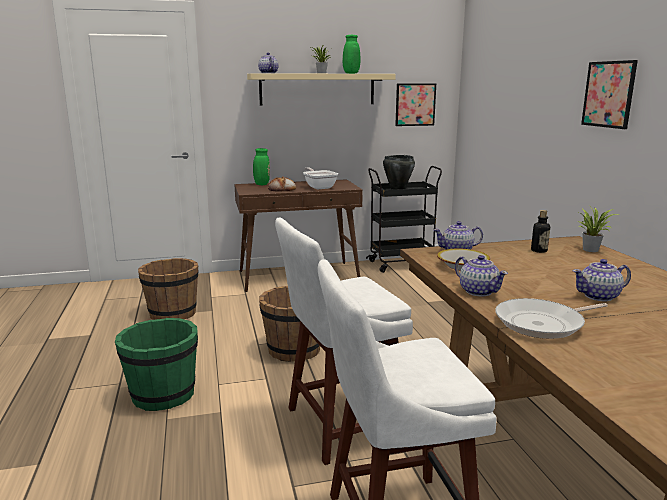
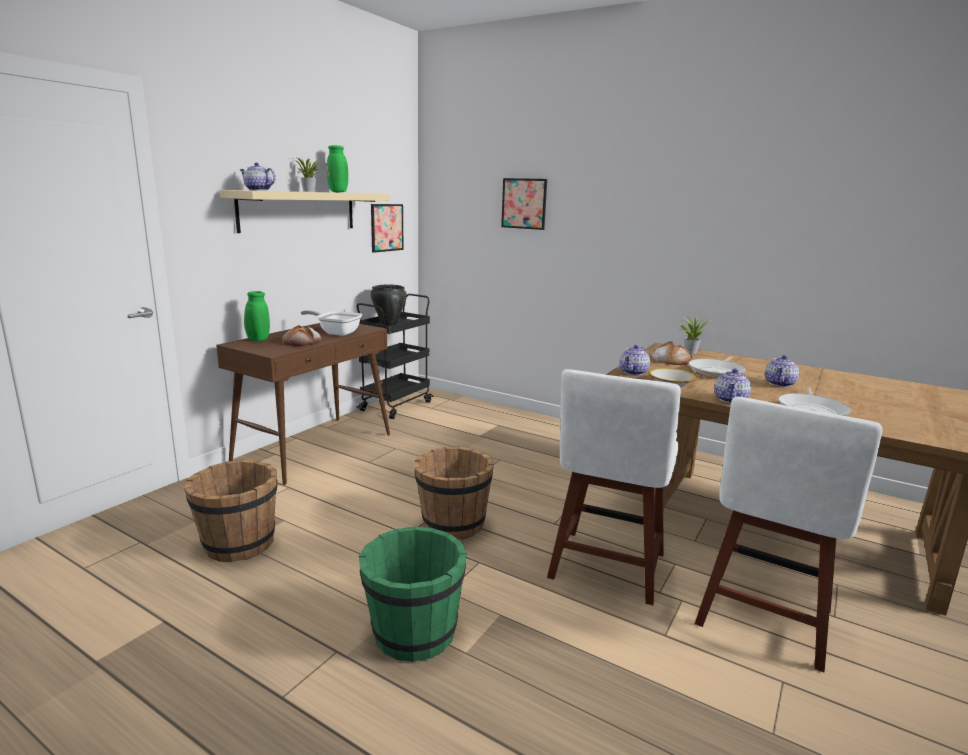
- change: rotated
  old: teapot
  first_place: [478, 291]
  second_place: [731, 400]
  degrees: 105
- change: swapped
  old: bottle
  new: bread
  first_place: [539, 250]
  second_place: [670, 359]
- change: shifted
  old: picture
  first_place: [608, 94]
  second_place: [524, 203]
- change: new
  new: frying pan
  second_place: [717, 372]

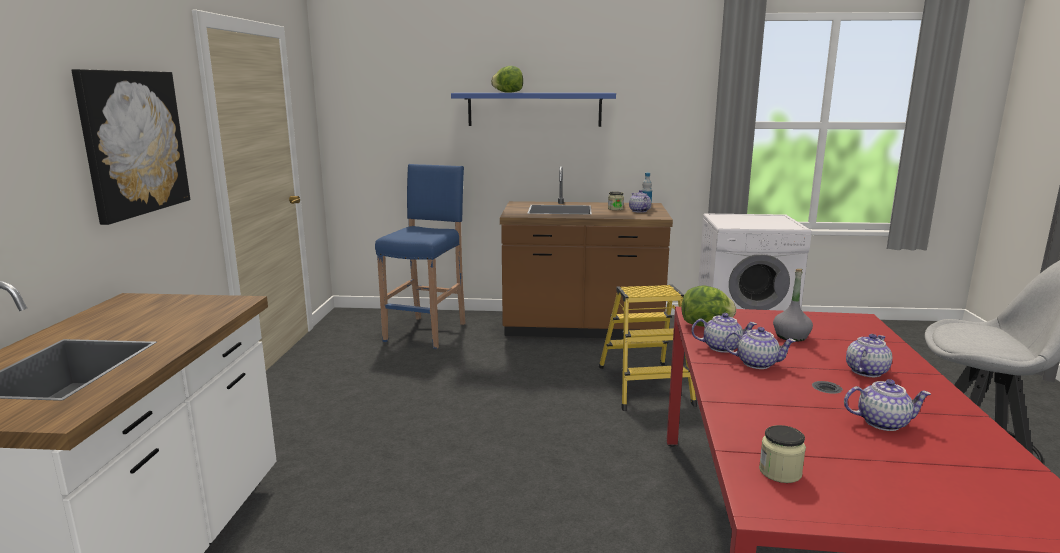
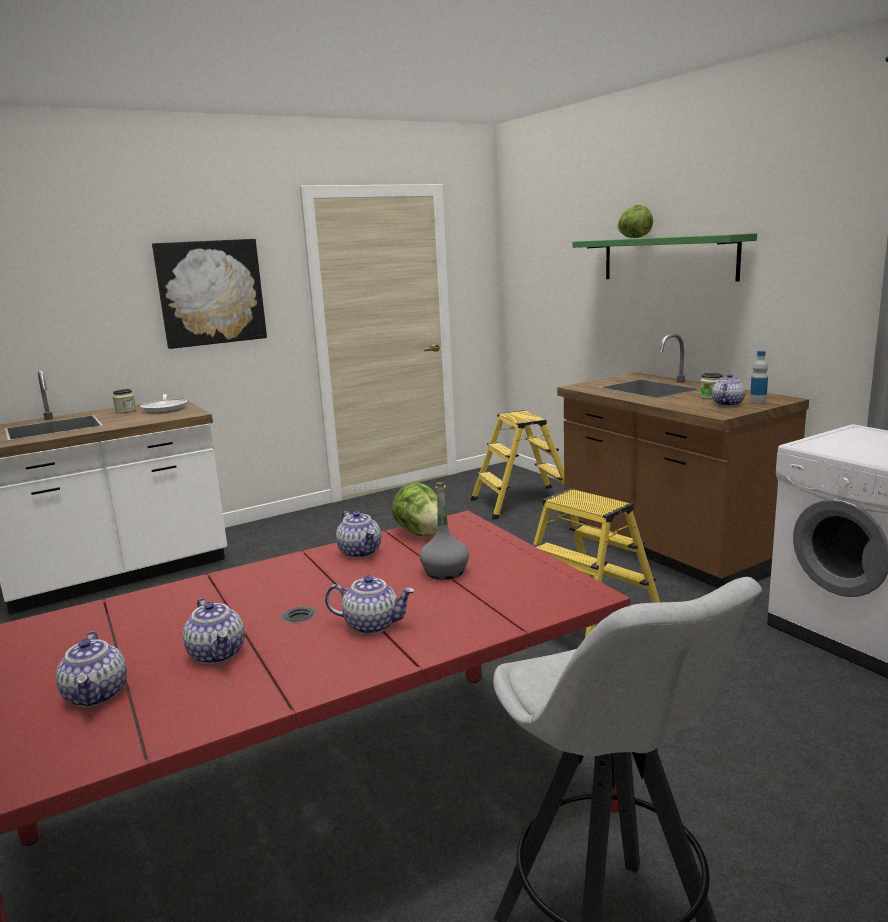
- change: swapped
  old: stool (blue)
  new: step ladder (yellow)
  first_place: [427, 331]
  second_place: [523, 502]
- change: repainted
  old: shelf (blue)
  new: shelf (green)
  first_place: [534, 109]
  second_place: [667, 258]
- change: shifted
  old: teapot
  first_place: [757, 363]
  second_place: [97, 695]
- change: shifted
  old: jar
  first_place: [780, 472]
  second_place: [125, 411]
- change: new
  new: frying pan
  second_place: [165, 408]

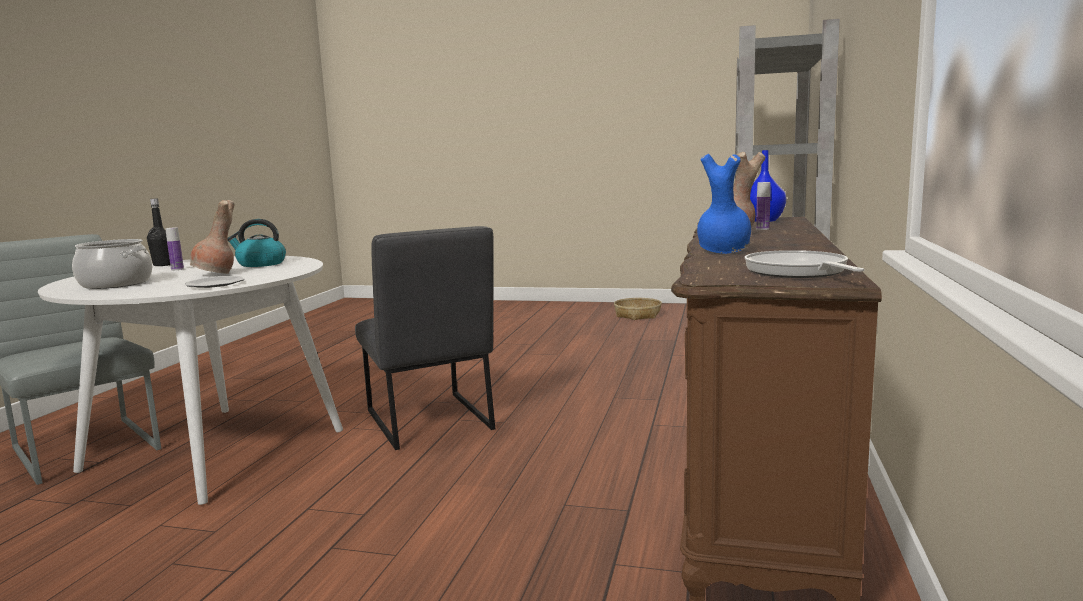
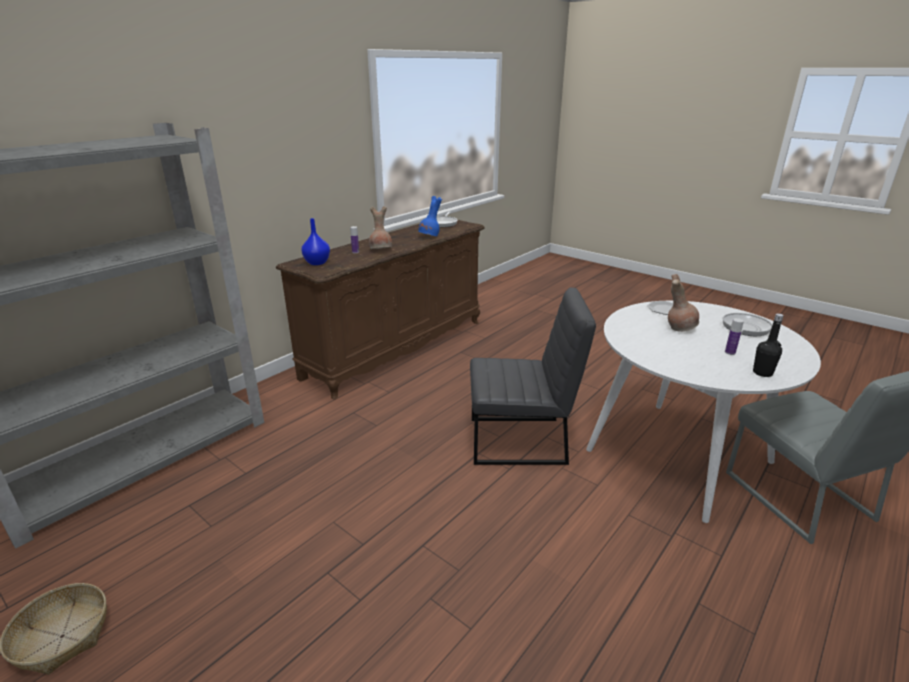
- change: swapped
  old: cooking pot
  new: frying pan
  first_place: [116, 284]
  second_place: [744, 329]
- change: gone
  old: kettle
  first_place: [260, 264]
- change: rotated
  old: chair (grey)
  first_place: [429, 421]
  second_place: [521, 441]
  degrees: 90

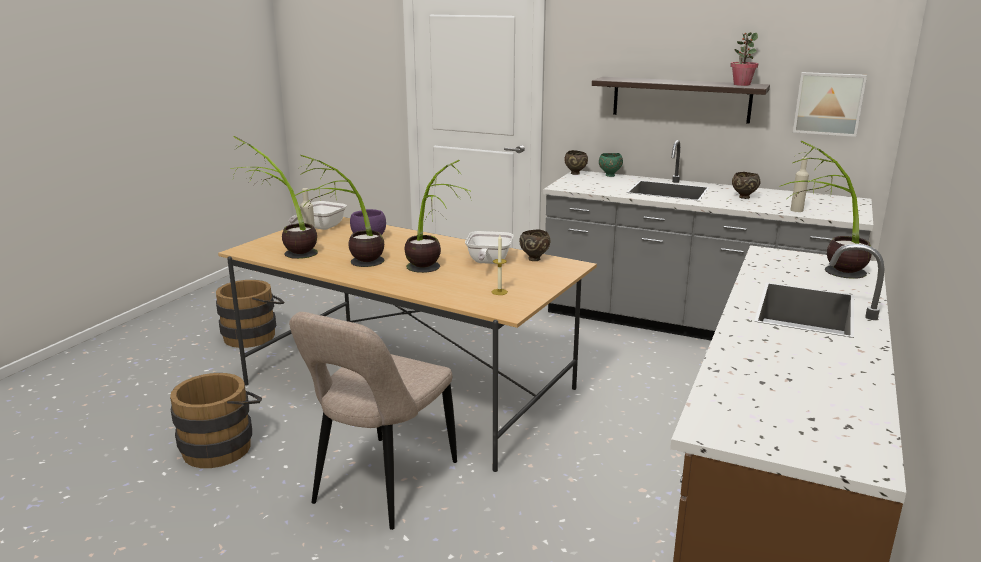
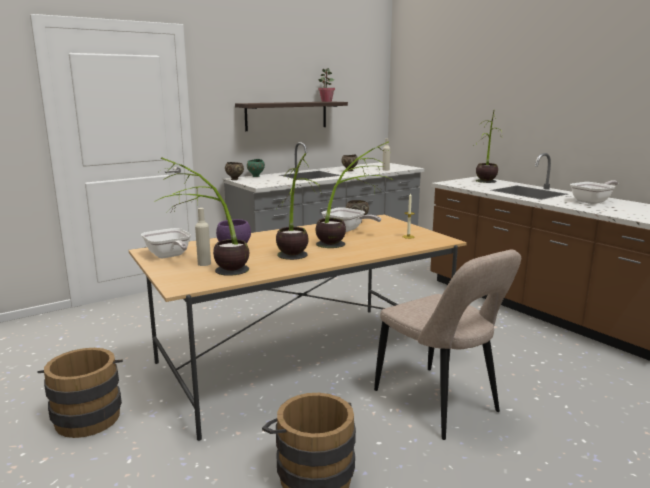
- change: gone
  old: picture
  first_place: [829, 103]
- change: new
  new: frying pan
  second_place: [593, 201]

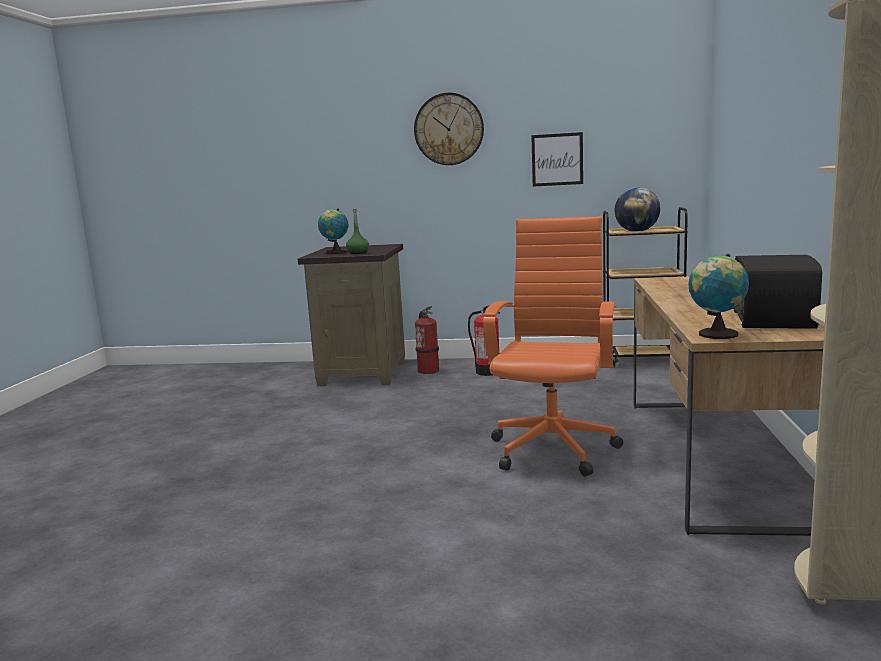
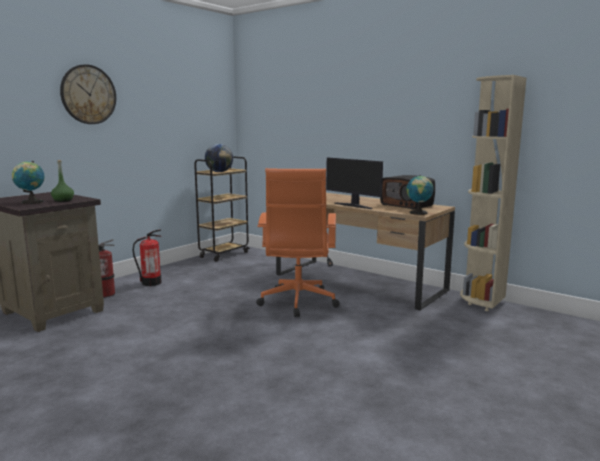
- change: rotated
  old: office chair (orange)
  first_place: [554, 448]
  second_place: [298, 303]
  degrees: -135
- change: gone
  old: picture
  first_place: [557, 159]
- change: new
  new: monitor
  second_place: [353, 206]

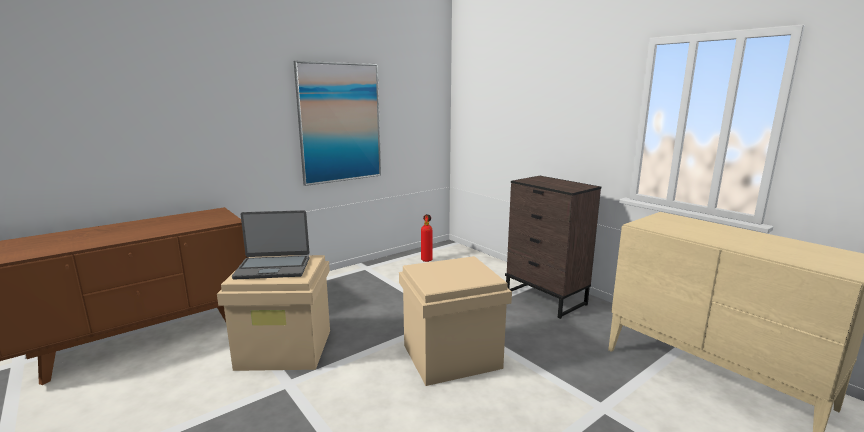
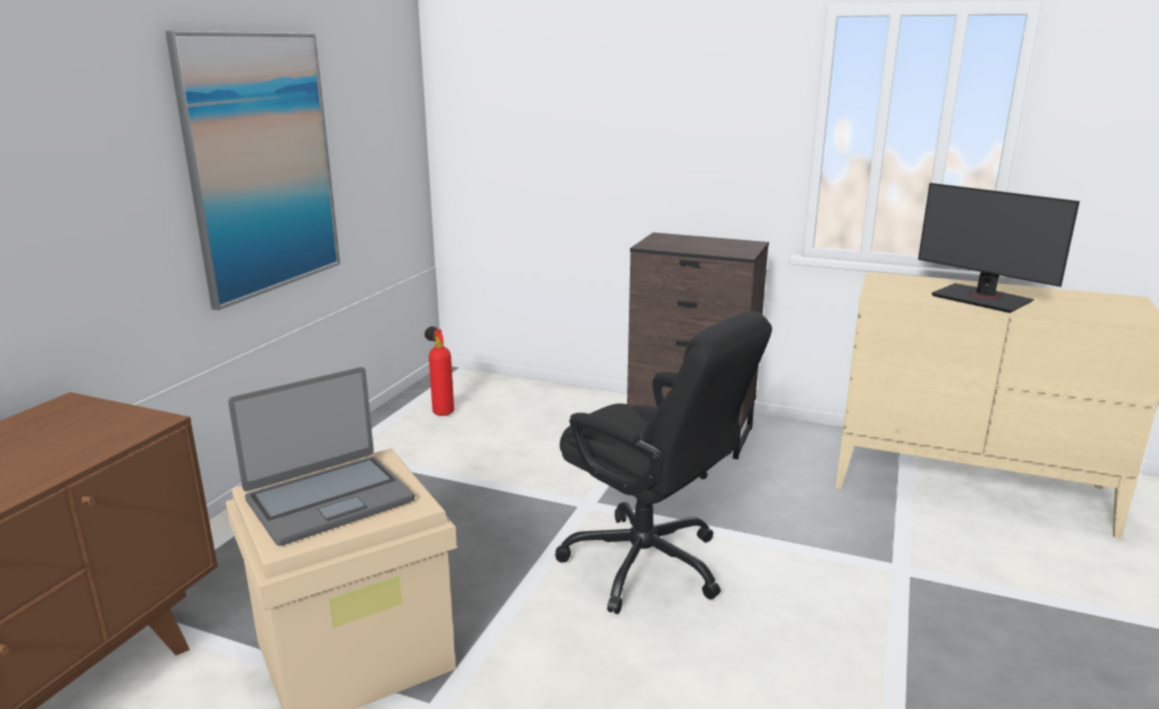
- change: swapped
  old: storage box (beige)
  new: office chair (black)
  first_place: [450, 357]
  second_place: [651, 567]
- change: new
  new: monitor
  second_place: [982, 298]

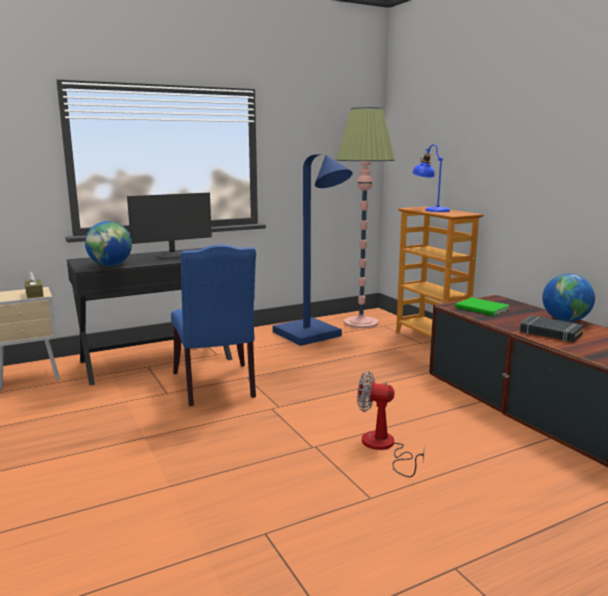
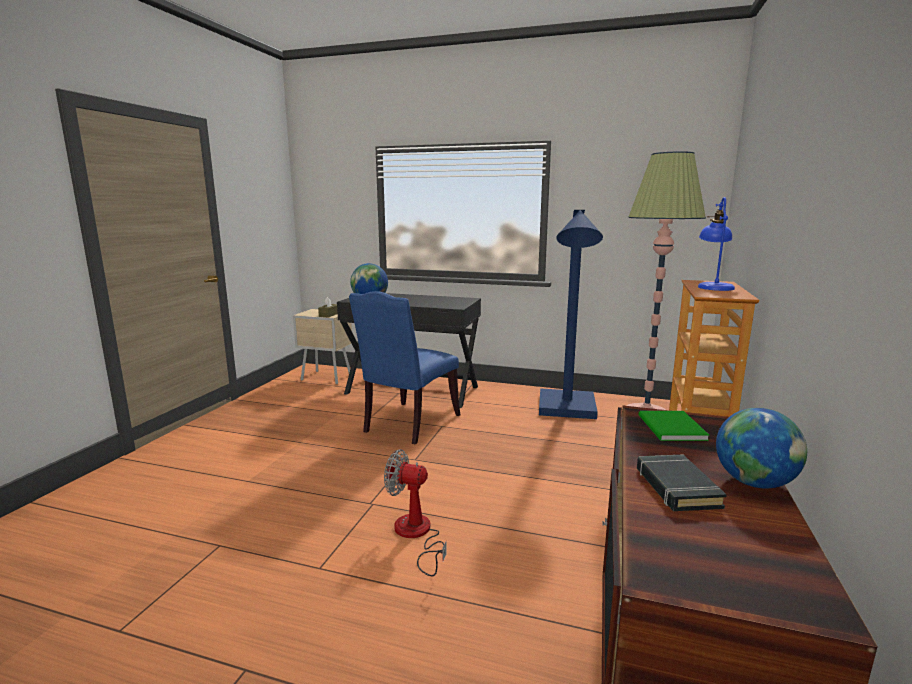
- change: gone
  old: monitor
  first_place: [172, 256]
- change: rotated
  old: fan
  first_place: [384, 447]
  second_place: [416, 535]
  degrees: -45

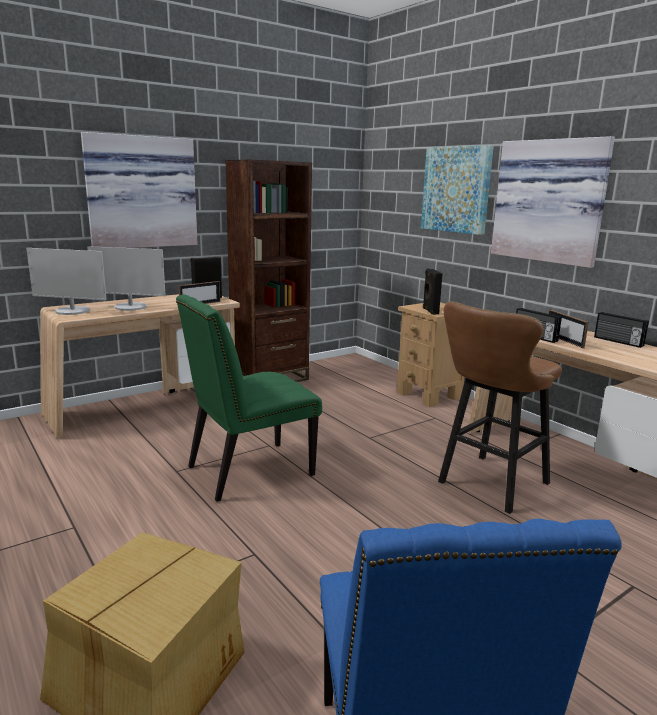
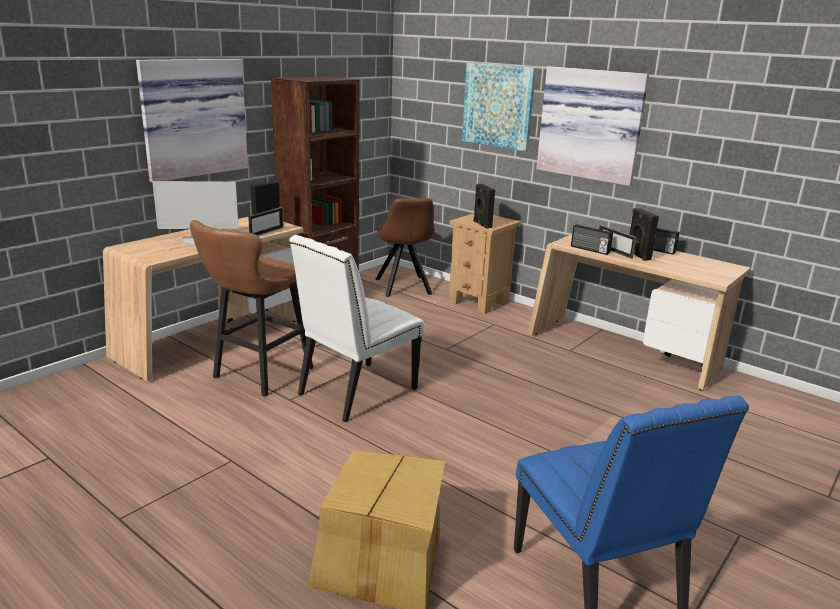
- change: gone
  old: monitor
  first_place: [72, 311]
- change: repainted
  old: chair (green)
  new: chair (white)
  first_place: [251, 470]
  second_place: [358, 391]
- change: shifted
  old: stool (brown)
  first_place: [487, 487]
  second_place: [255, 377]
- change: new
  new: chair (brown)
  second_place: [403, 287]
- change: new
  new: speaker (black)
  second_place: [637, 255]

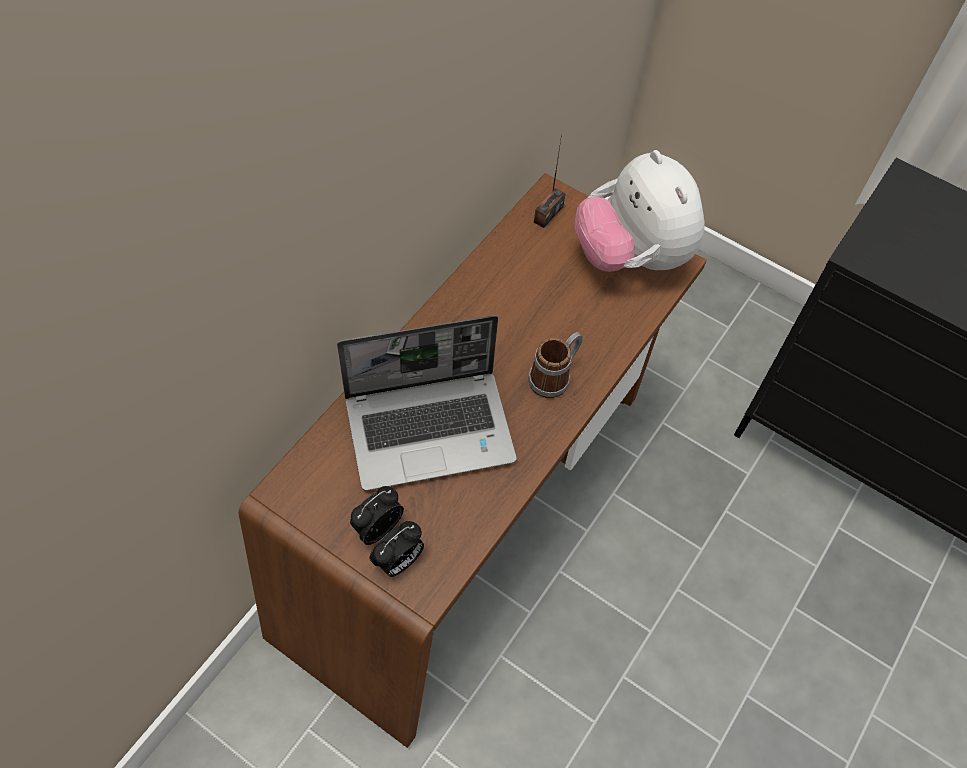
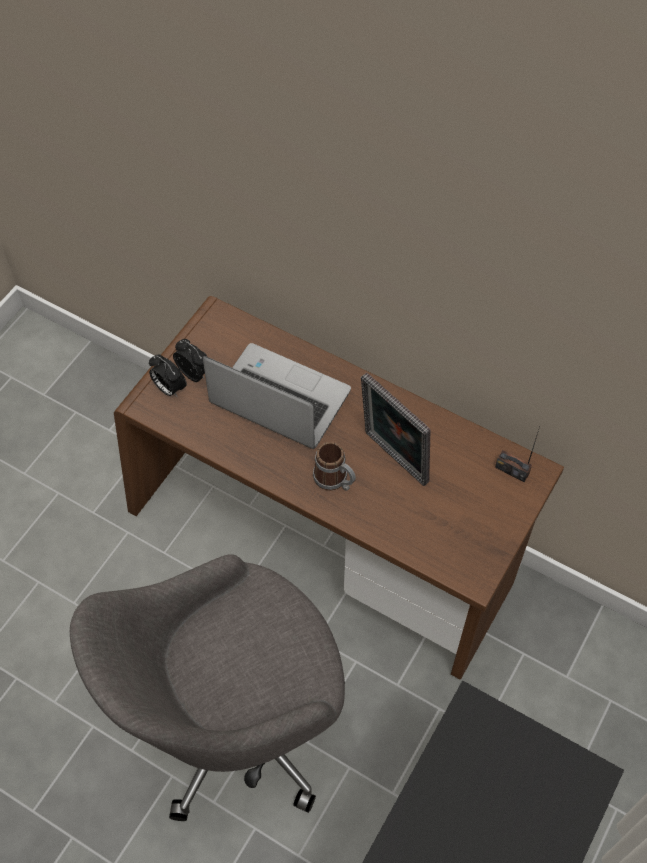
- change: rotated
  old: laptop
  first_place: [431, 429]
  second_place: [278, 399]
  degrees: 135
- change: gone
  old: plush toy
  first_place: [631, 256]
- change: new
  new: office chair (grey)
  second_place: [236, 726]
- change: new
  new: picture frame
  second_place: [392, 460]

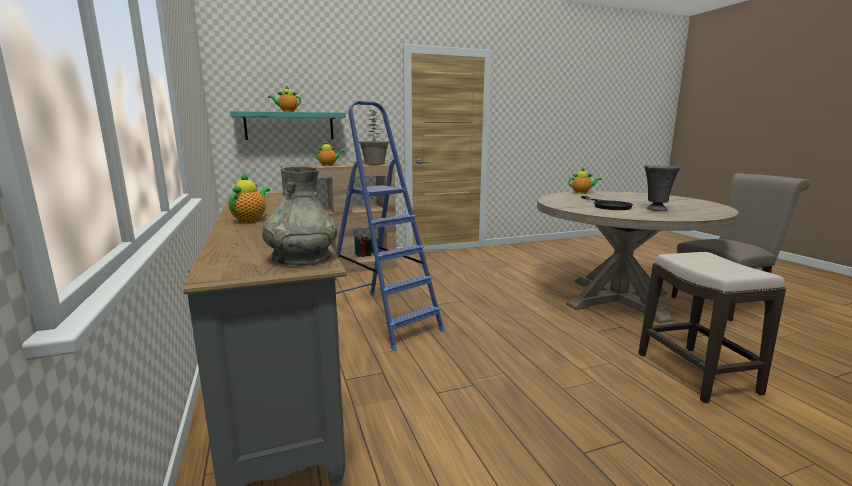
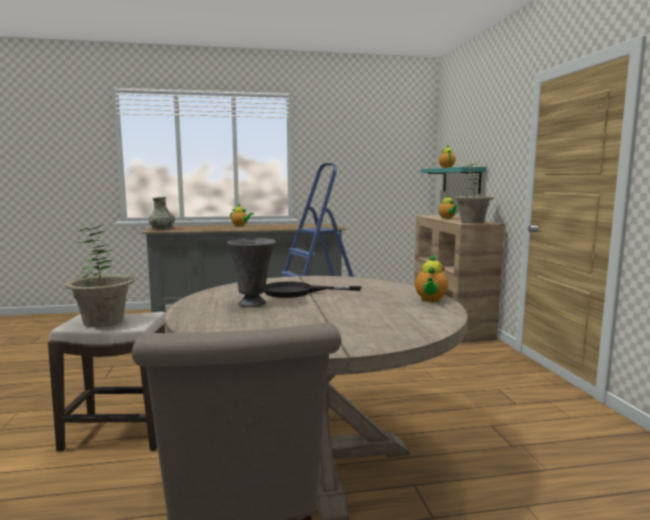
- change: new
  new: potted plant
  second_place: [103, 321]

